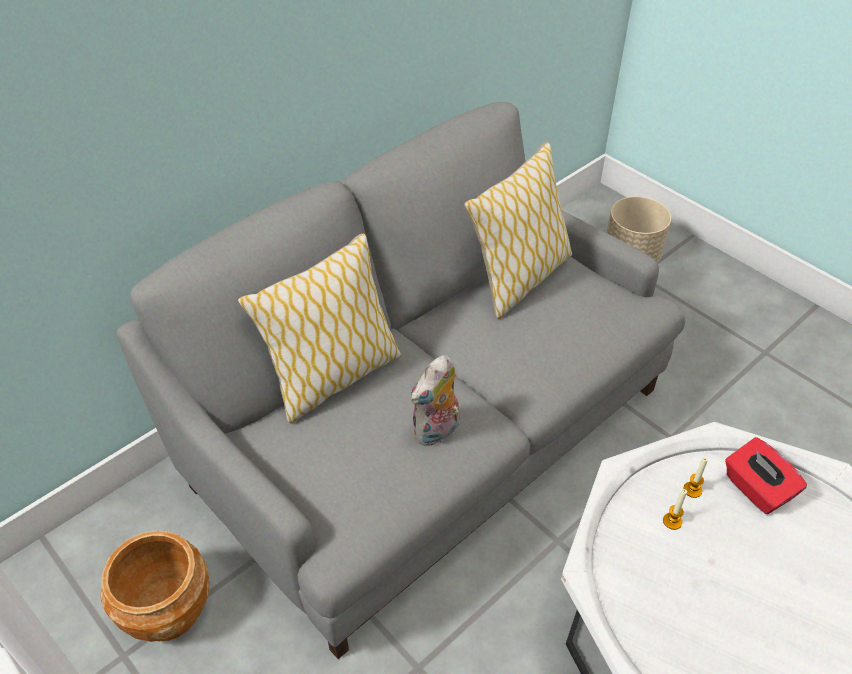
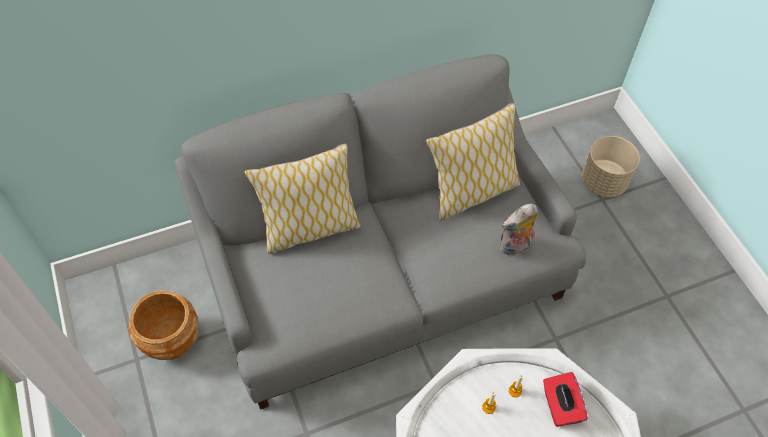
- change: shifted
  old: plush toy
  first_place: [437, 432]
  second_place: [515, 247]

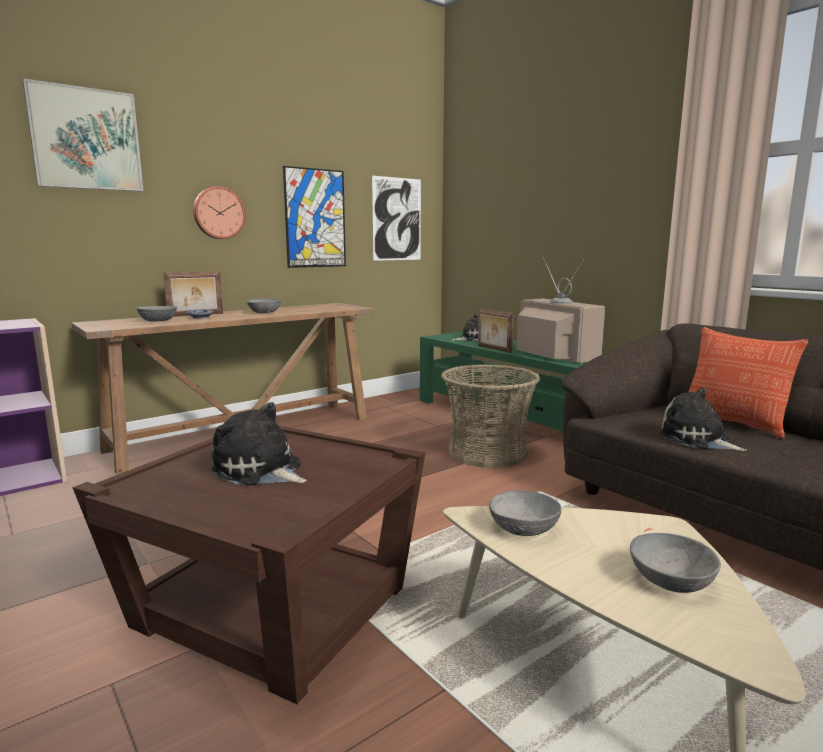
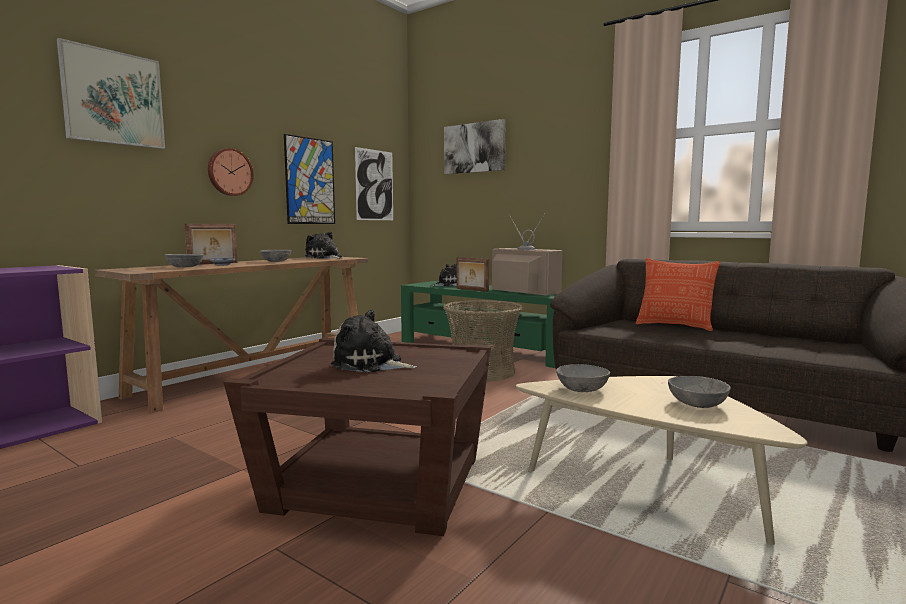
- change: shifted
  old: plush toy
  first_place: [697, 439]
  second_place: [324, 257]
- change: new
  new: picture
  second_place: [474, 148]

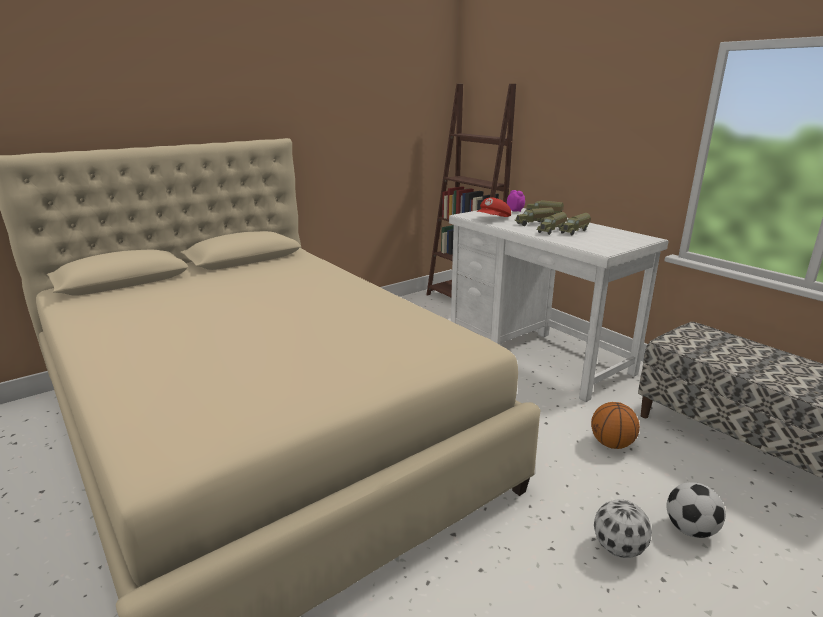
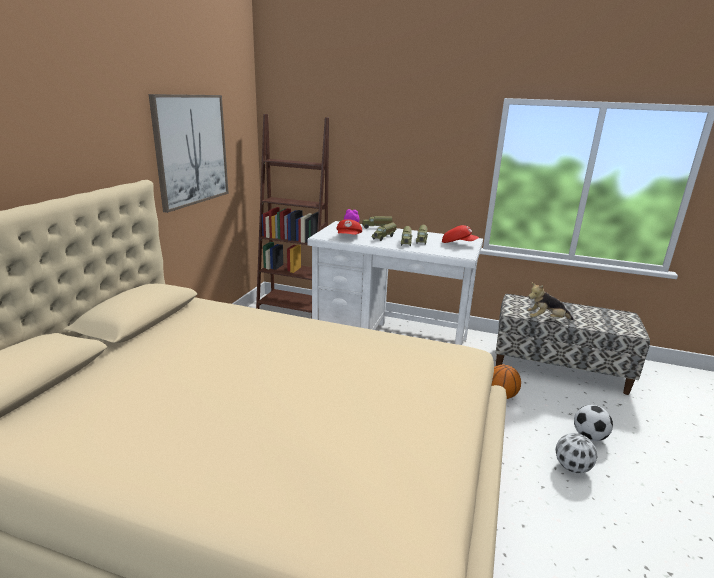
- change: new
  new: picture
  second_place: [191, 150]
- change: new
  new: cap (red)
  second_place: [458, 244]
- change: new
  new: plush toy
  second_place: [546, 320]

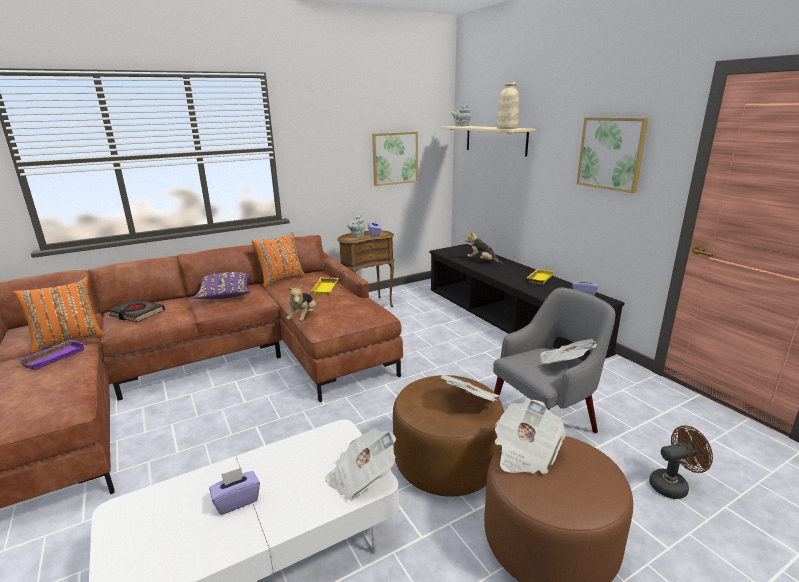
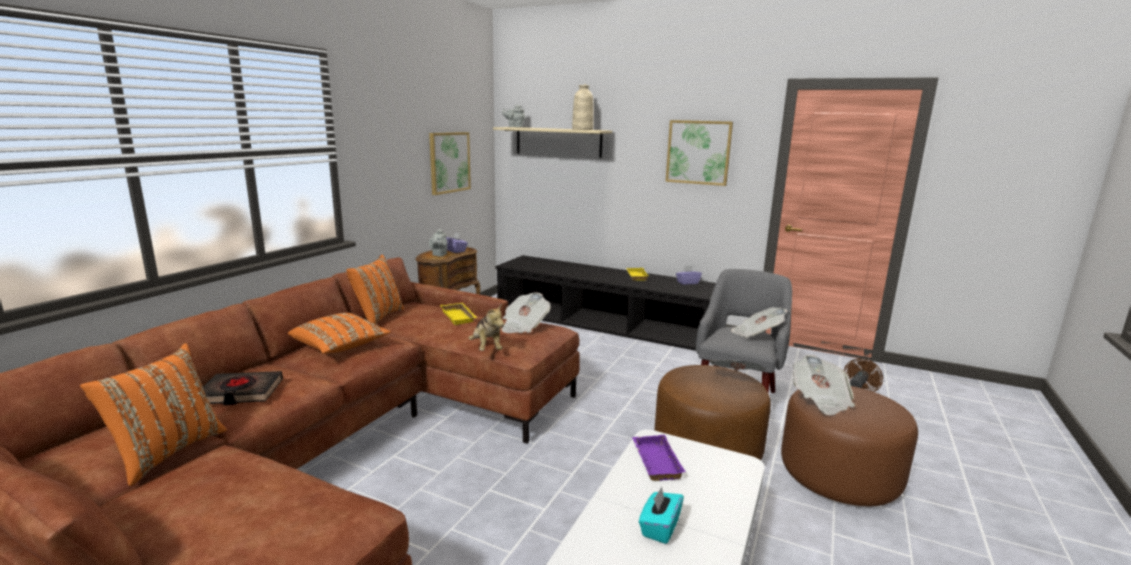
- change: shifted
  old: tray (purple)
  first_place: [53, 357]
  second_place: [654, 461]
- change: repainted
  old: pillow (purple)
  new: pillow (orange)
  first_place: [225, 296]
  second_place: [340, 347]
- change: repainted
  old: tissue box (purple)
  new: tissue box (turquoise)
  first_place: [237, 500]
  second_place: [659, 527]
- change: shifted
  old: newspaper
  first_place: [361, 477]
  second_place: [524, 326]
- change: gone
  old: plush toy
  first_place: [482, 261]

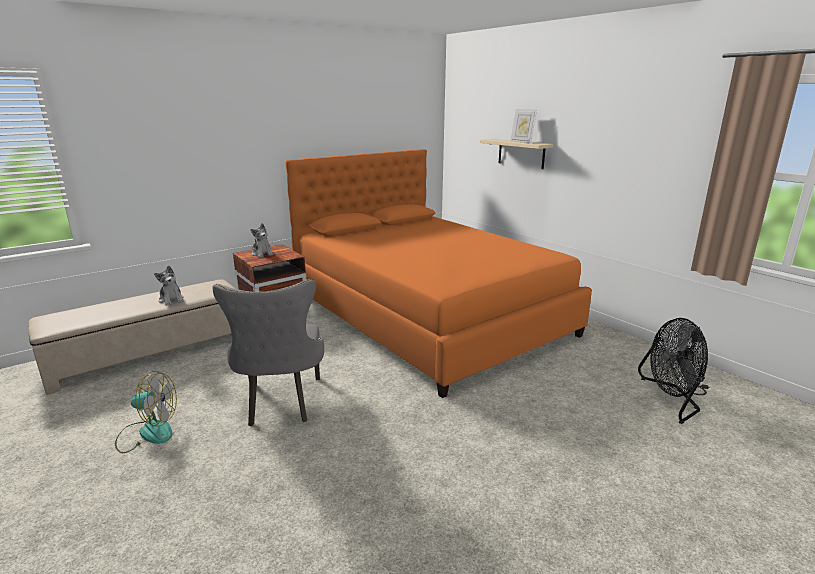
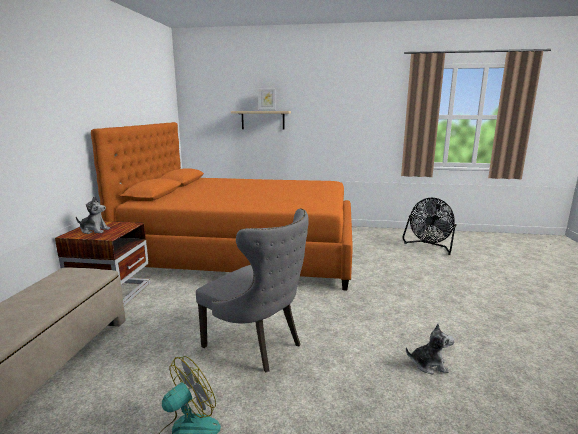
- change: shifted
  old: plush toy
  first_place: [171, 300]
  second_place: [428, 365]

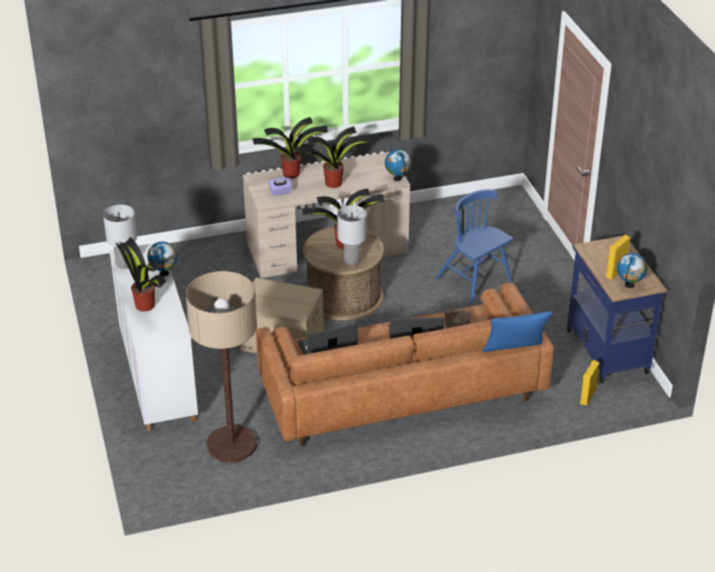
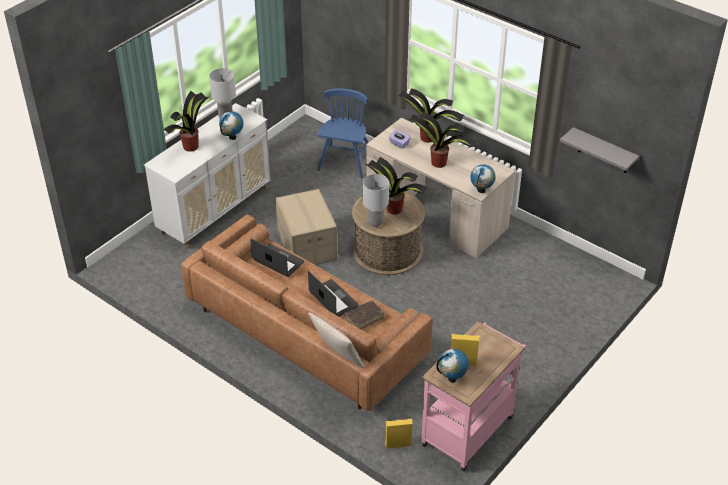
- change: gone
  old: floor lamp
  first_place: [231, 444]
- change: shifted
  old: chair (blue)
  first_place: [476, 281]
  second_place: [344, 163]
- change: repainted
  old: pillow (blue)
  new: pillow (beige)
  first_place: [515, 355]
  second_place: [337, 359]
- change: repainted
  old: cart (blue)
  new: cart (pink)
  first_place: [605, 350]
  second_place: [469, 430]
- change: new
  new: shelf (grey)
  second_place: [603, 151]

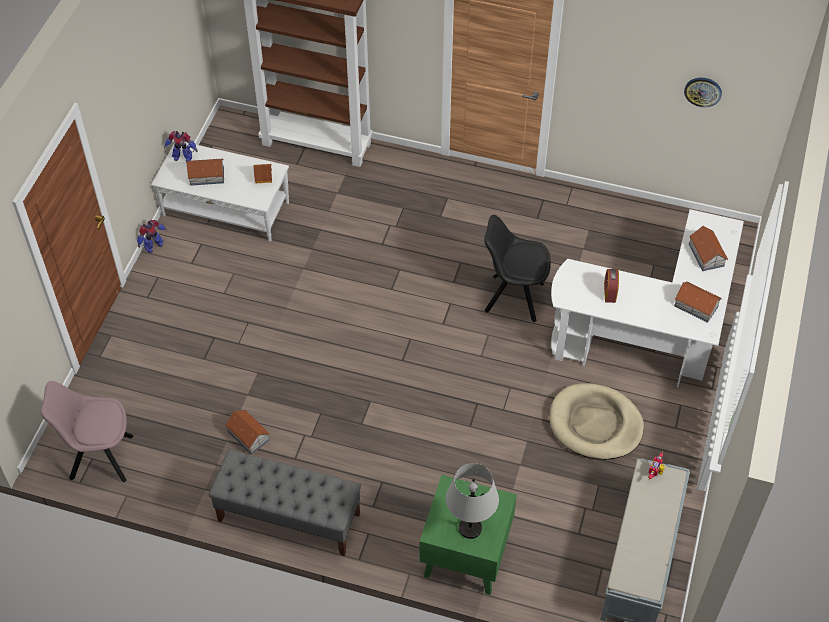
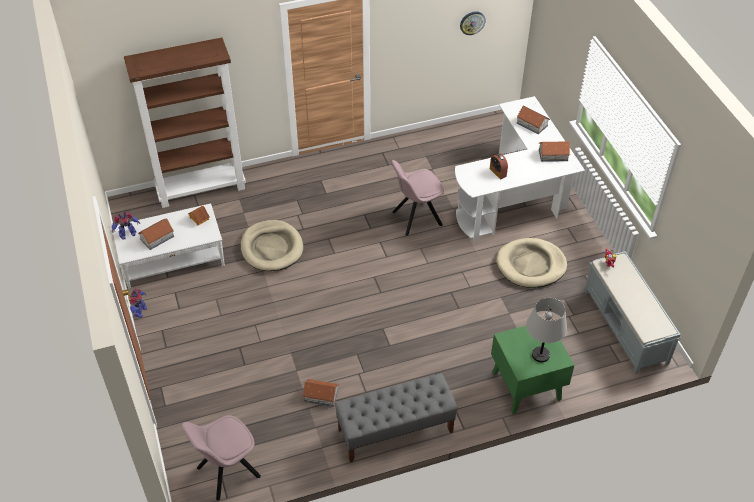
- change: repainted
  old: chair (black)
  new: chair (pink)
  first_place: [513, 297]
  second_place: [416, 218]
- change: new
  new: dog bed (beige)
  second_place: [272, 248]

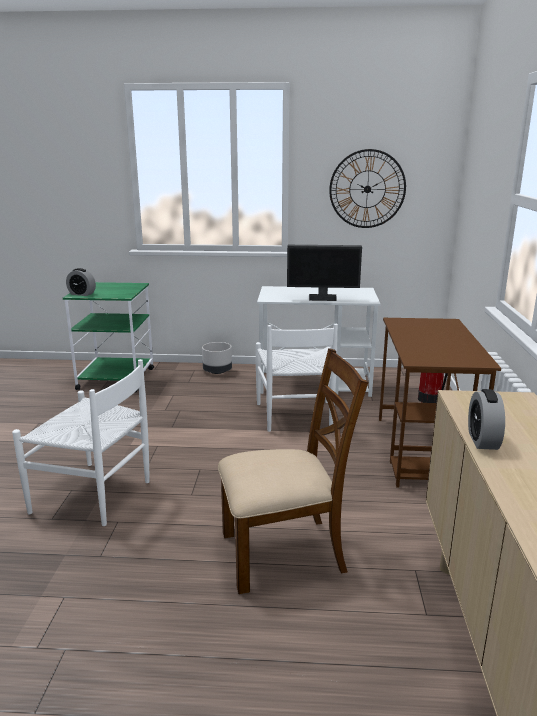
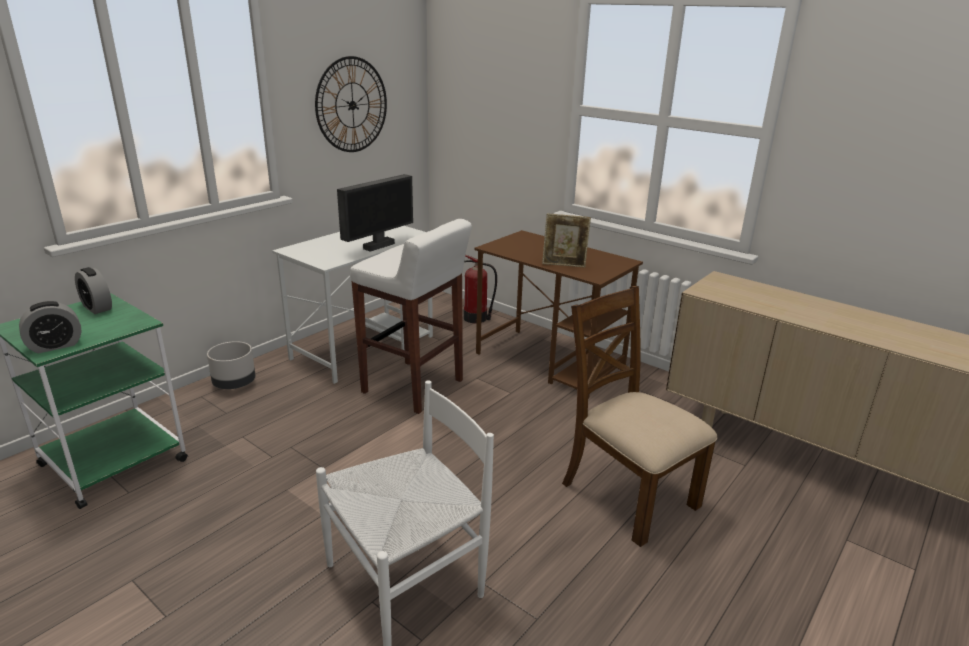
- change: rotated
  old: chair (brown)
  first_place: [284, 552]
  second_place: [627, 494]
  degrees: -60
- change: swapped
  old: chair (white)
  new: stool (white)
  first_place: [296, 417]
  second_place: [414, 387]
- change: shifted
  old: alarm clock
  first_place: [482, 440]
  second_place: [97, 307]
- change: new
  new: picture frame
  second_place: [564, 265]

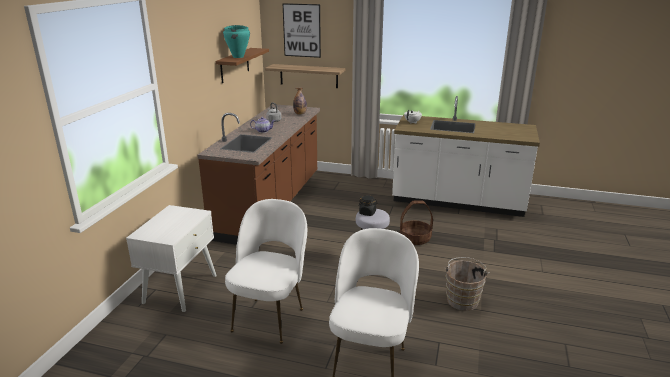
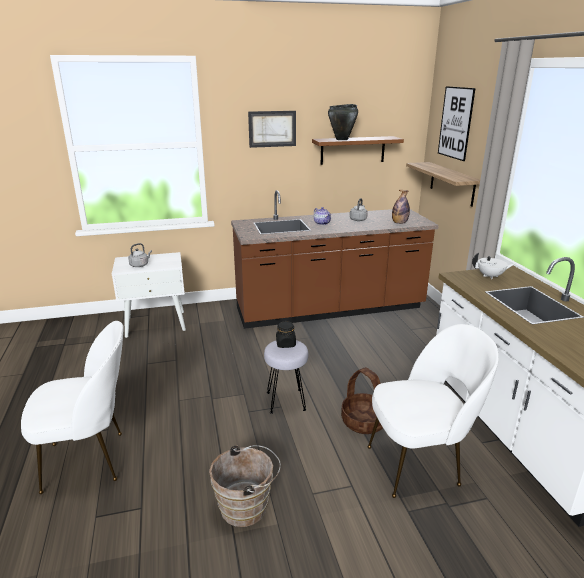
- change: repainted
  old: cooking pot (turquoise)
  new: cooking pot (black)
  first_place: [238, 57]
  second_place: [342, 139]
- change: shifted
  old: chair (white)
  first_place: [271, 316]
  second_place: [420, 465]
- change: new
  new: kettle (grey)
  second_place: [140, 265]
- change: new
  new: picture
  second_place: [272, 129]

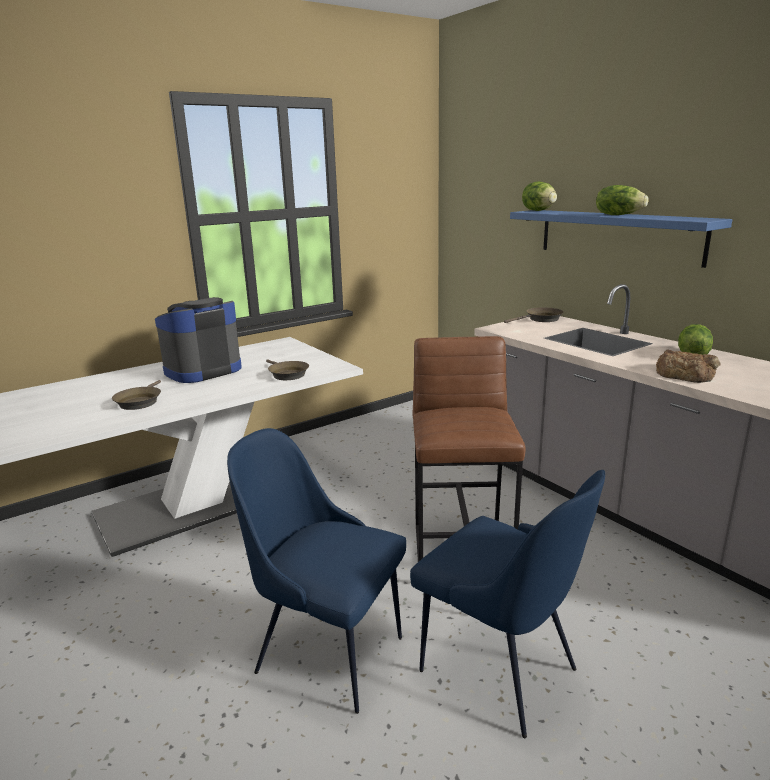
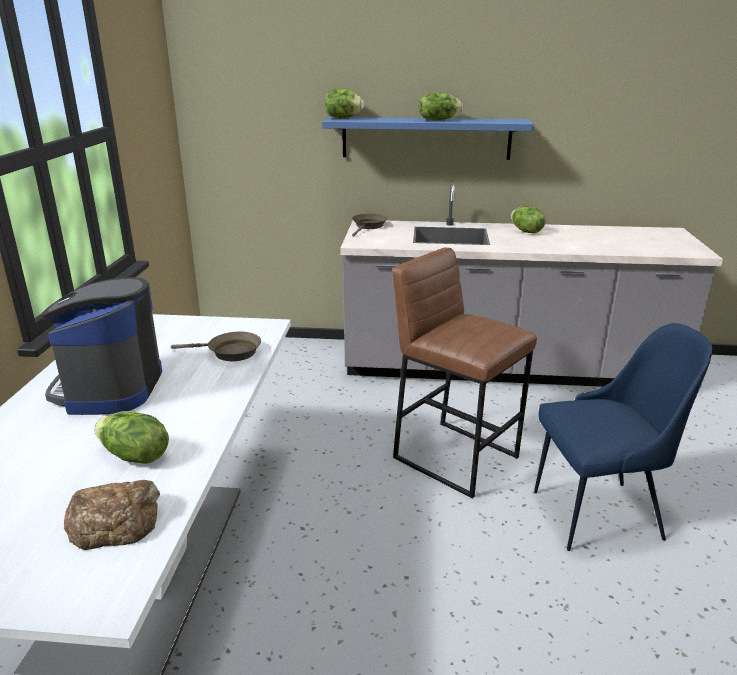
- change: swapped
  old: frying pan (brown)
  new: lettuce
  first_place: [139, 401]
  second_place: [134, 456]
- change: gone
  old: chair (blue)
  first_place: [328, 655]
- change: shifted
  old: bread
  first_place: [685, 373]
  second_place: [115, 521]

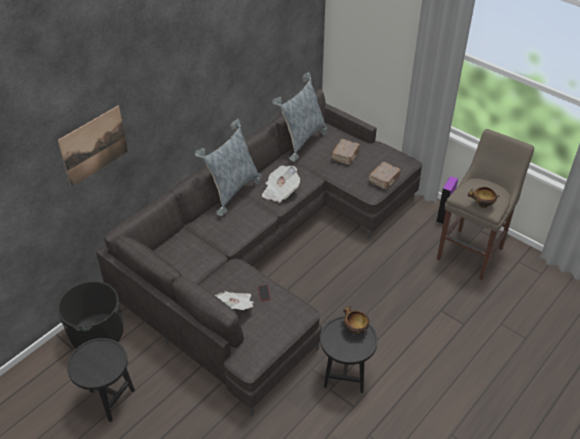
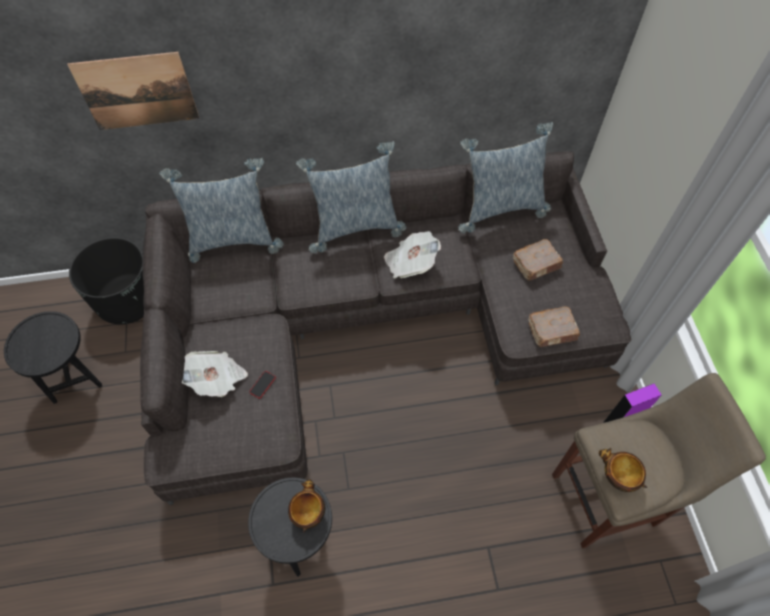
- change: new
  new: pillow
  second_place: [233, 244]

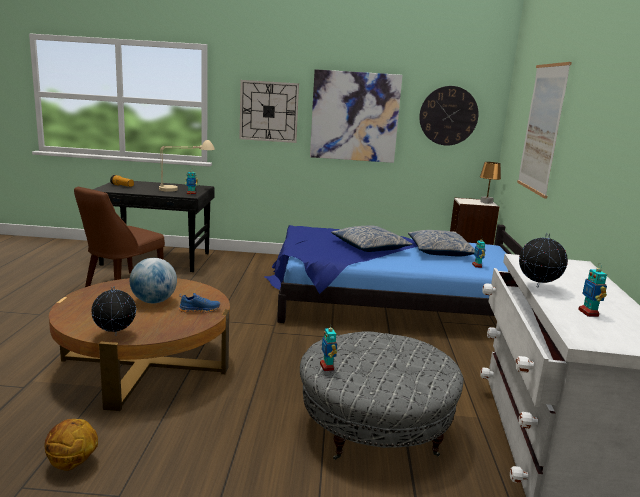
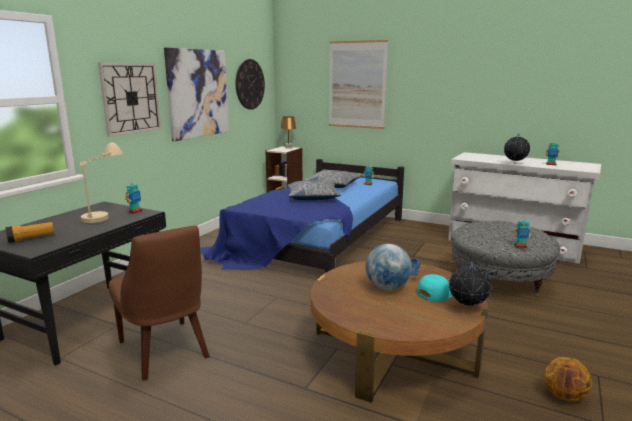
- change: new
  new: cap (turquoise)
  second_place: [435, 292]

